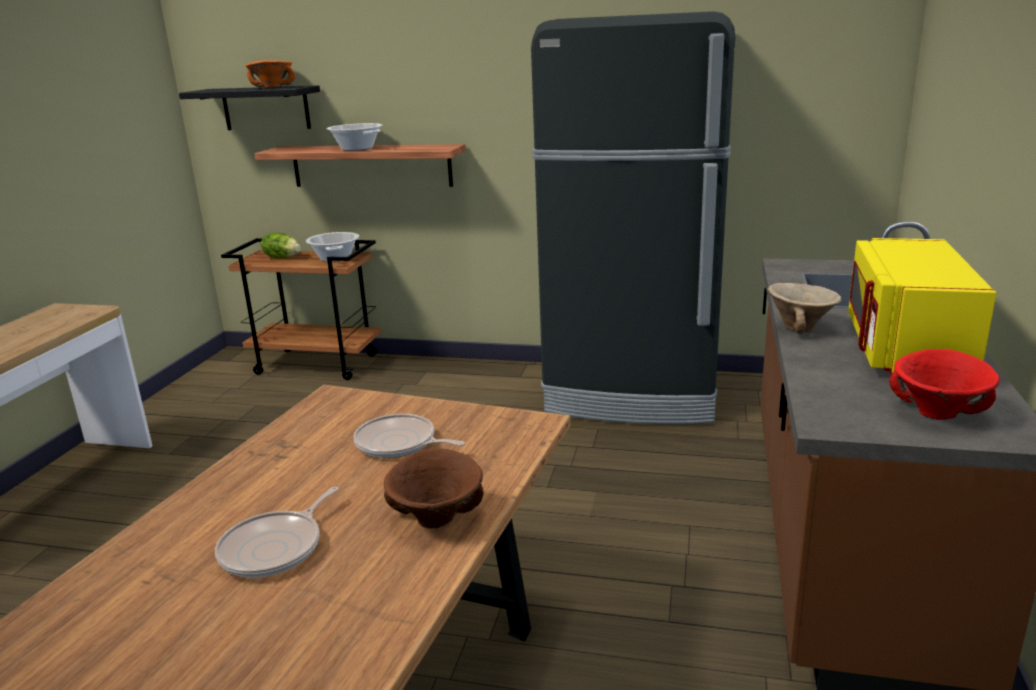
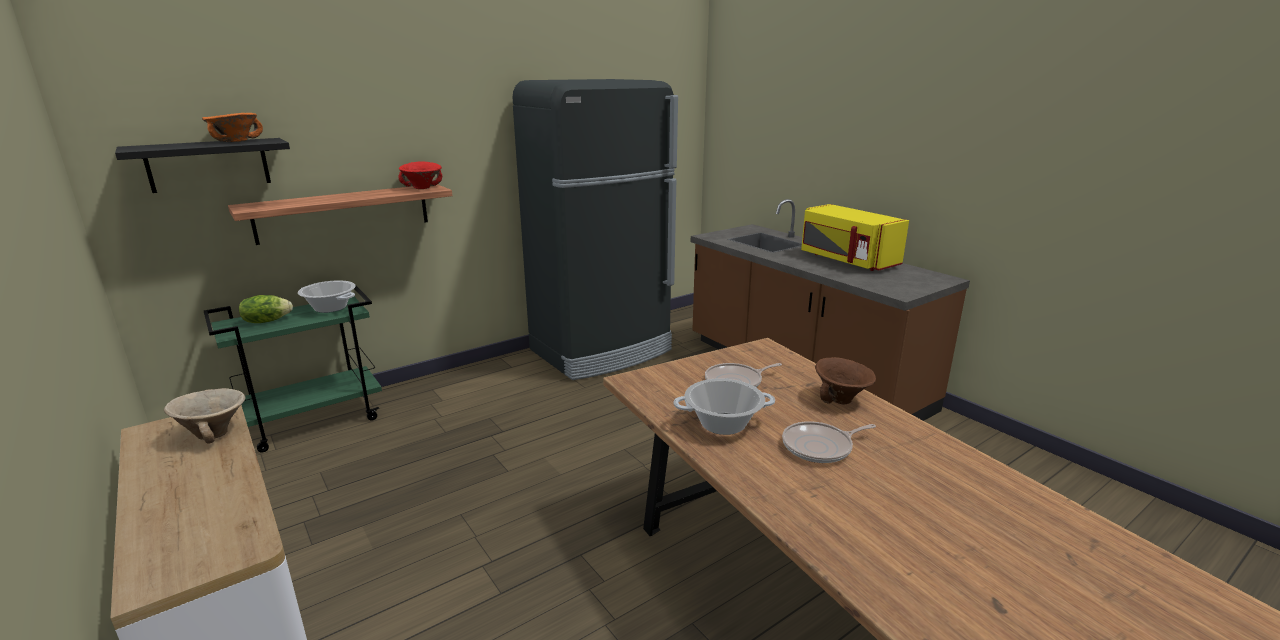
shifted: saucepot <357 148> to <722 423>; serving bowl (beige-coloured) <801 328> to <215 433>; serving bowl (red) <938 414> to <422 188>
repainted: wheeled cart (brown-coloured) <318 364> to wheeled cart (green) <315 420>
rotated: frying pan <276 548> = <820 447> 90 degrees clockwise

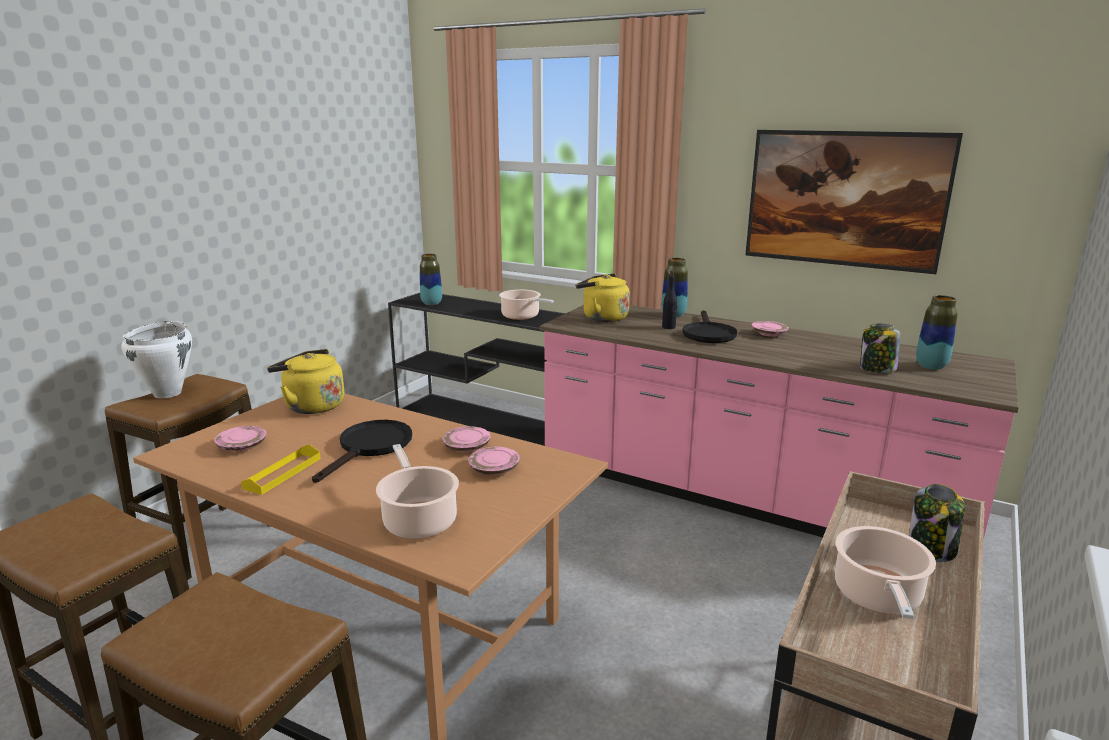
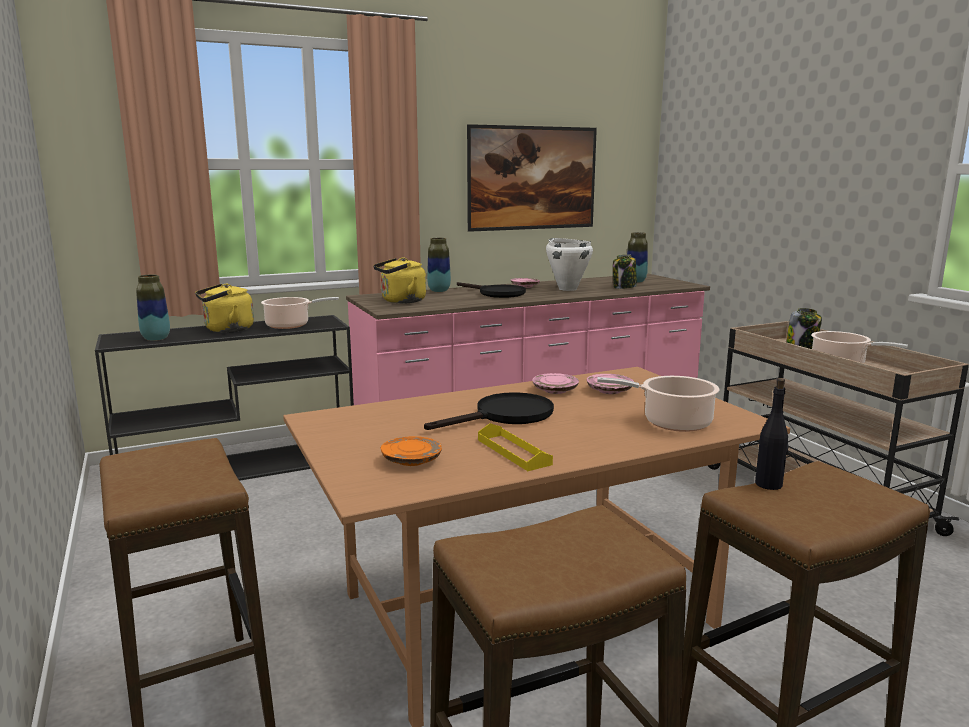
shifted: saucepot (white) <168 393> to <567 289>; water kettle (yellow) <311 406> to <226 330>; drink bottle (black) <669 327> to <769 484>
repainted: plate (pink-coloured) <242 446> to plate (orangey) <411 460>
rotated: frying pan (black) <370 447> = <505 416> 90 degrees clockwise

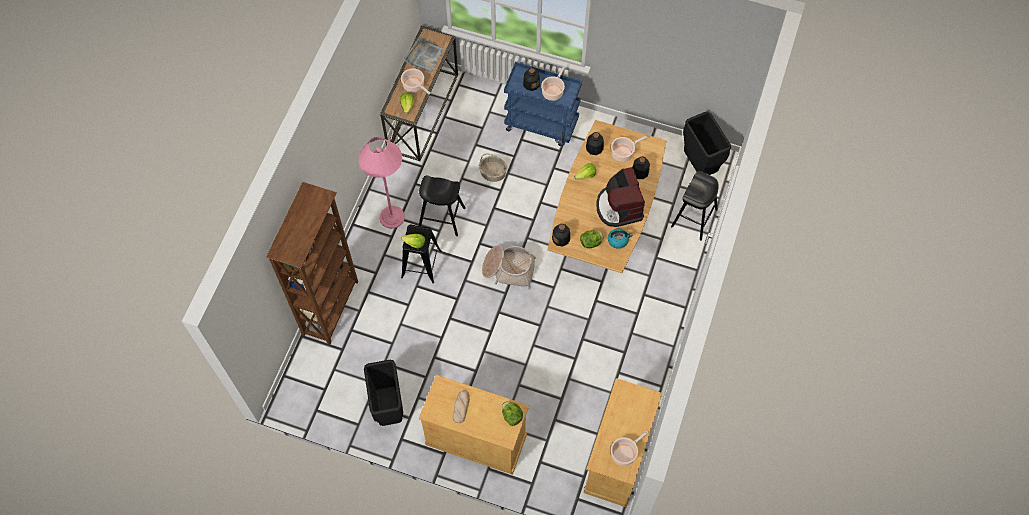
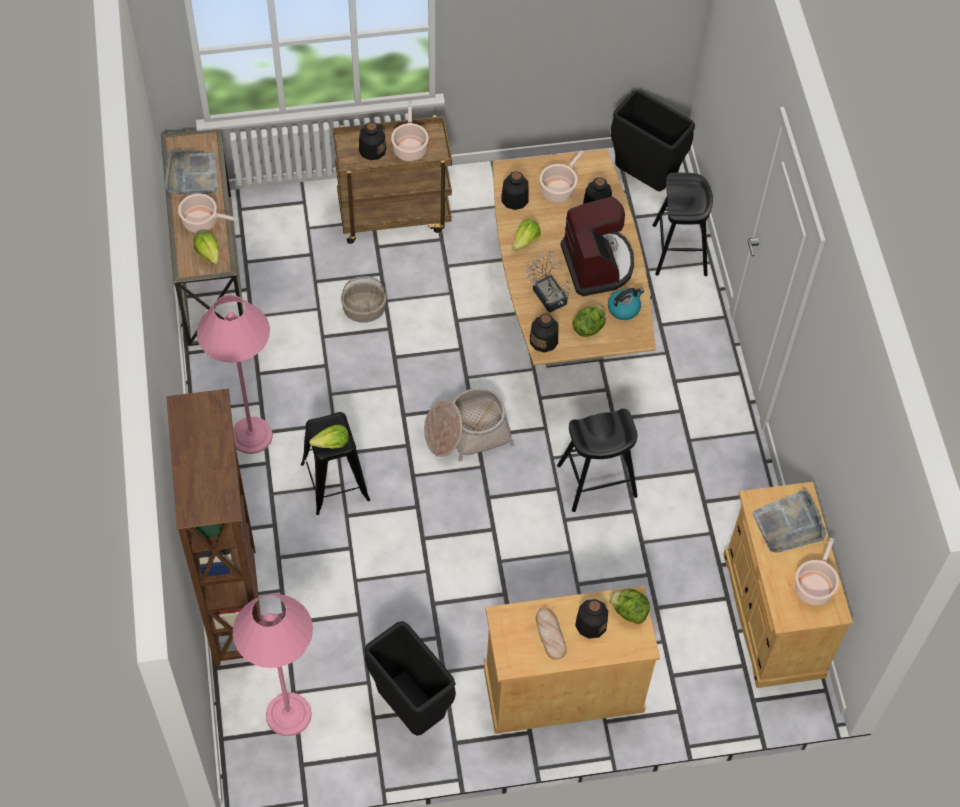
new: standard lamp (pink-coloured) <288 714>; plant in a pot <547 293>; drink bottle <590 623>; tray (grey) <789 524>
shifted: stool seat (black) <442 218> to <597 481>
repainted: wheeled cart (blue) <542 124> to wheeled cart (brown-coloured) <394 214>
rotated: coffee maker <618 207> = <597 264> 150 degrees counterclockwise

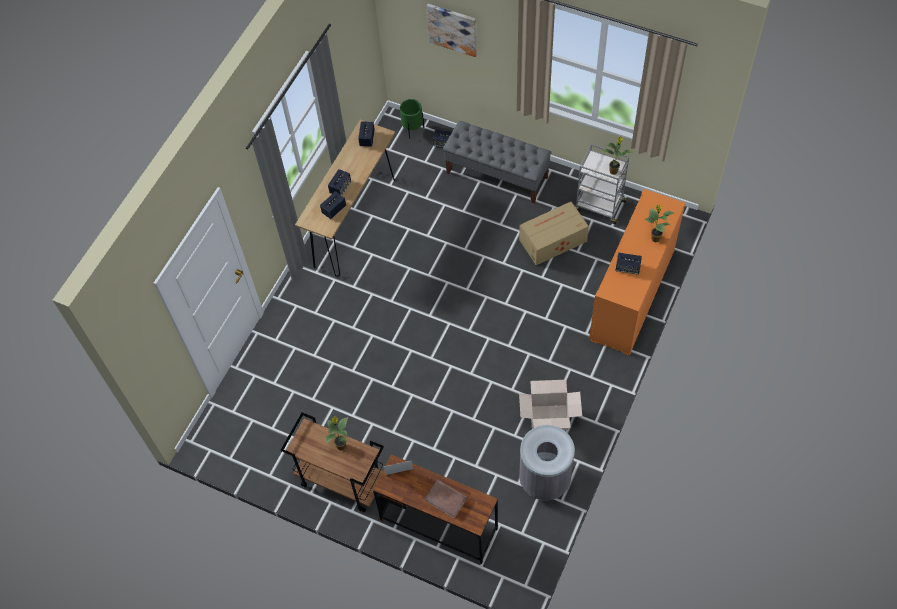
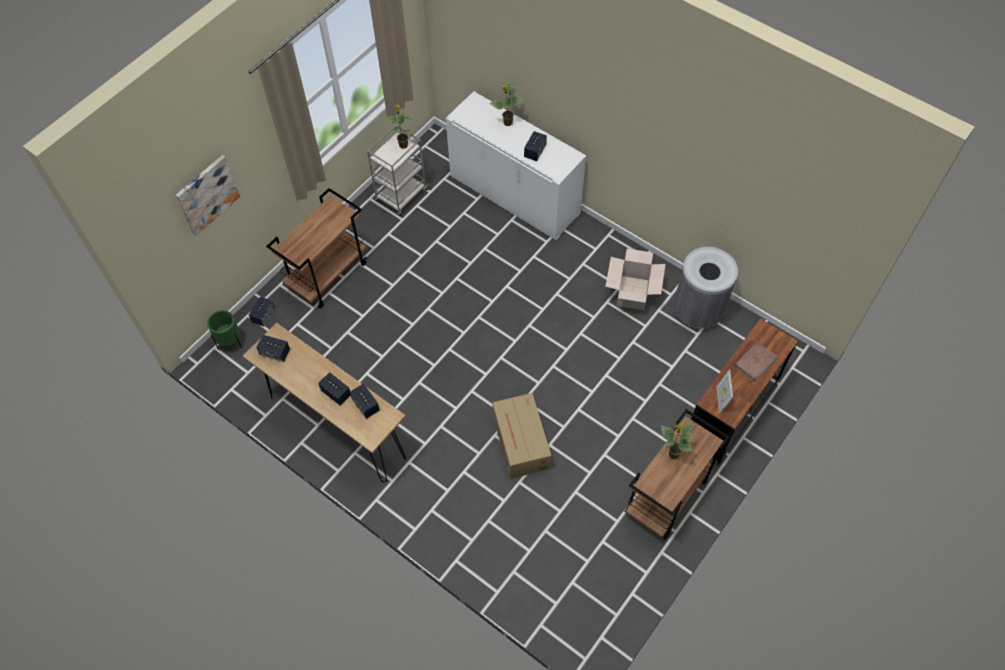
shifted: cardboard box <552 240> to <521 443>
swapped: indoor bench (grey) <497 175> to wheeled cart (brown-coloured) <328 274>
repainted: cabinet (orangey) <632 295> to cabinet (white) <514 195>

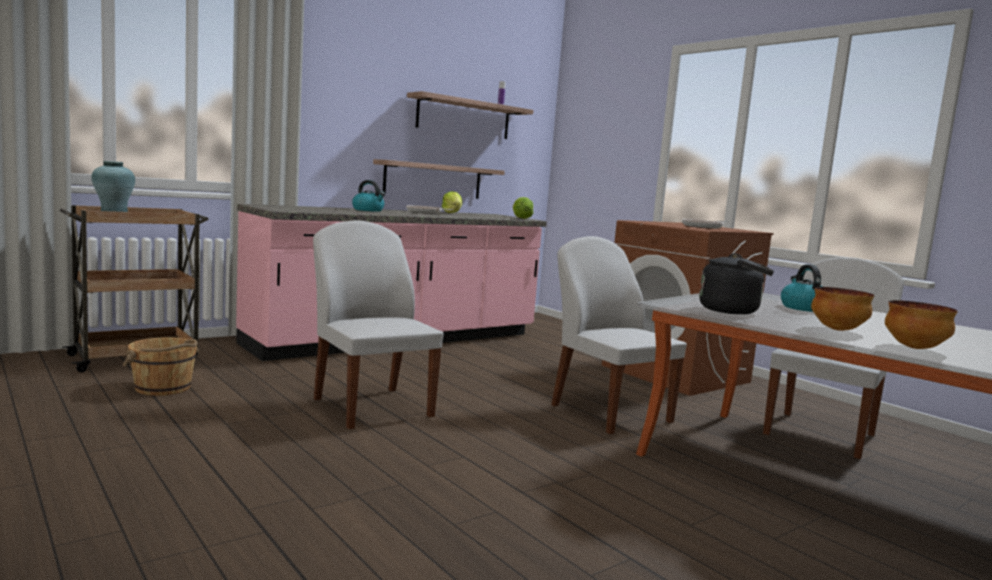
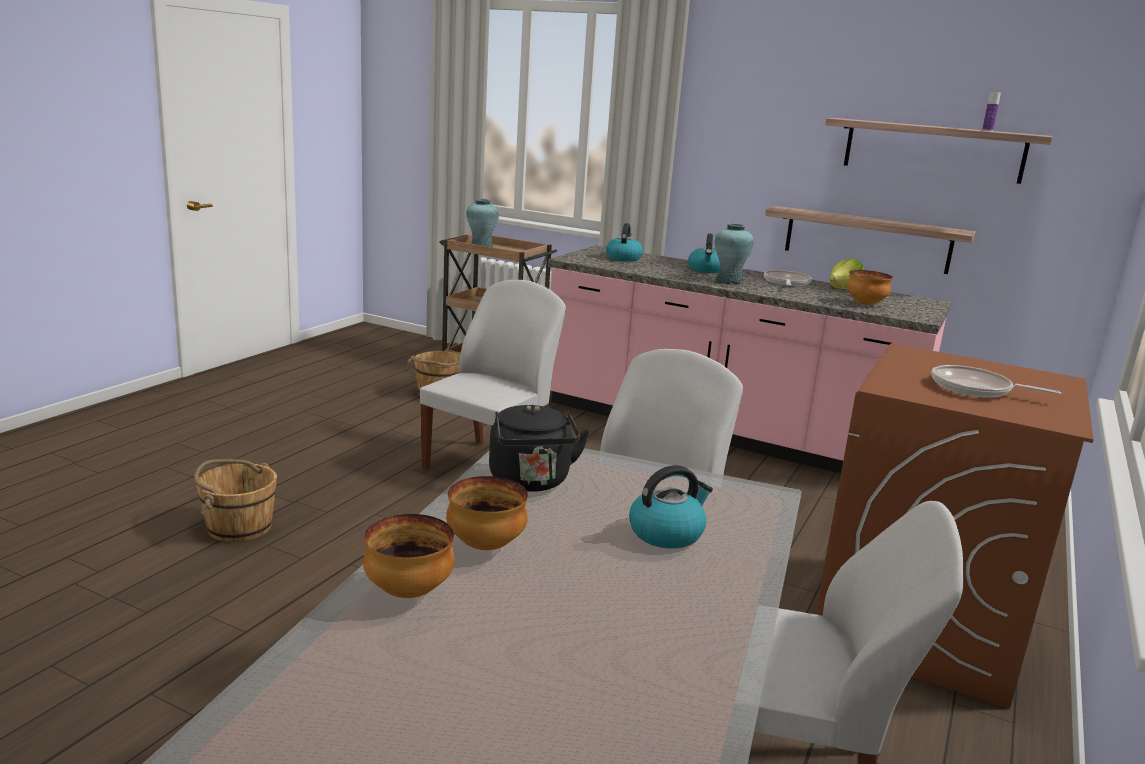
gone: head of lettuce <521 218>
new: bucket (brown-coloured) <238 527>; water kettle <623 258>; decorative vase (turquoise-coloured) <729 281>; serving bowl <864 304>

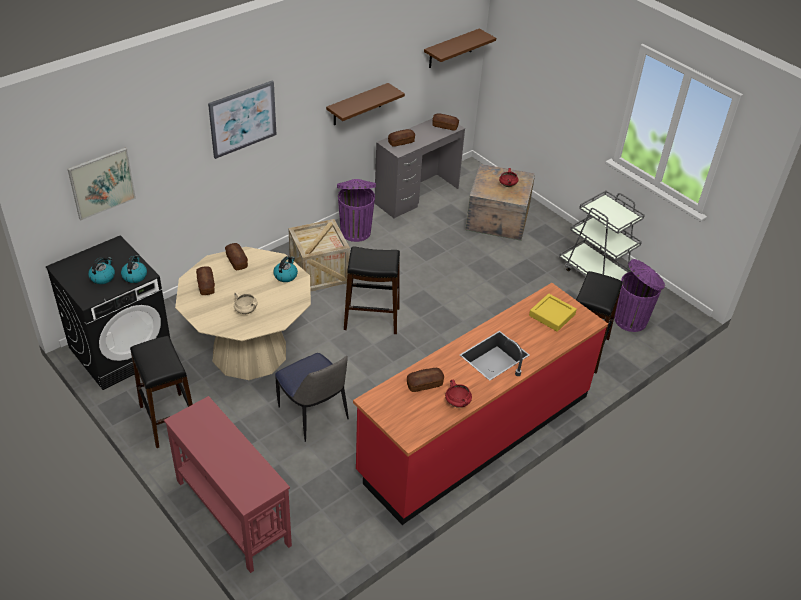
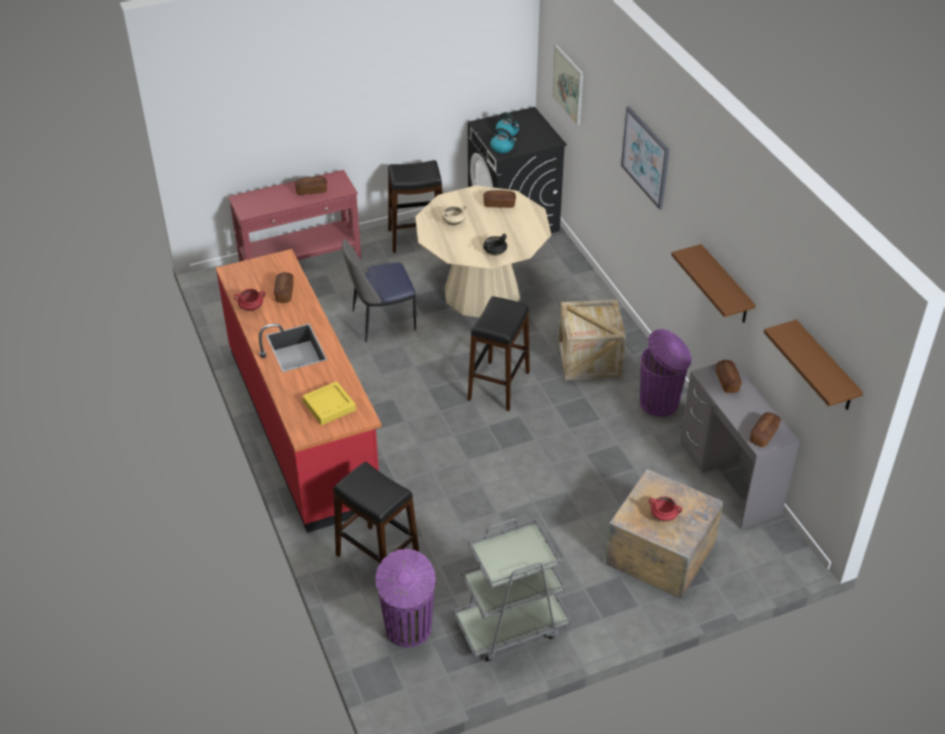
shifted: bread <236 261> to <311 191>
swapped: water kettle <285 275> to saucepot (black) <495 253>

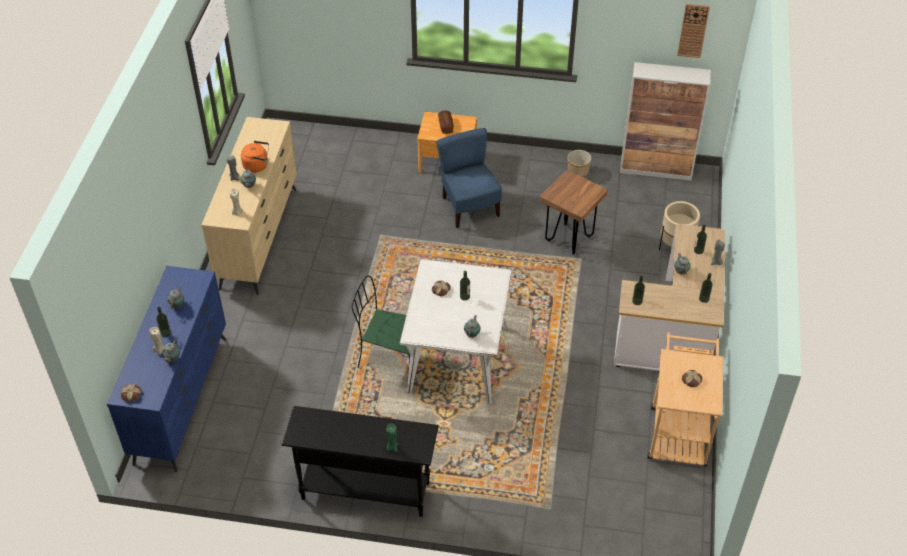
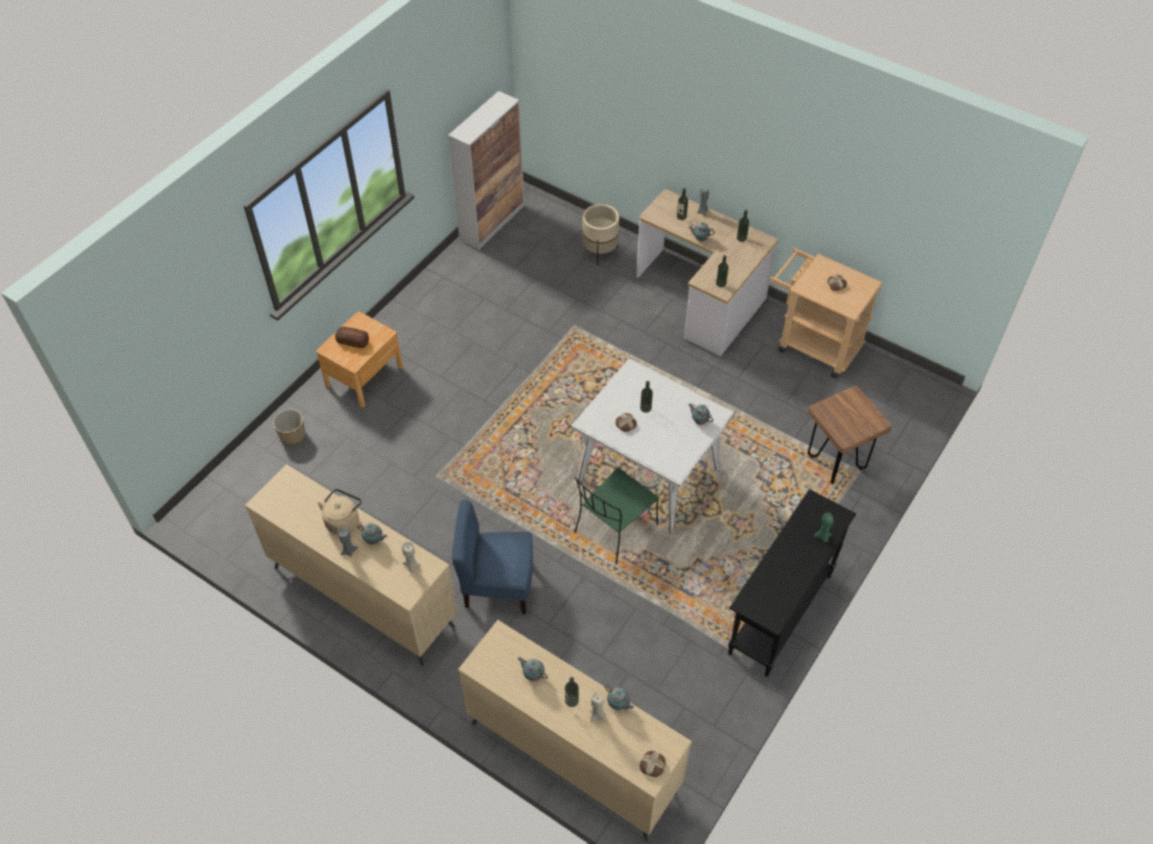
gone: wall clock <693 30>
shifted: plain chair (blue) <469 207> to <497 585>; stool seat (brown-coloured) <569 239> to <836 462>; plant pot <577 171> to <292 435>
repainted: dresser (blue) <182 399> to dresser (beige-coloured) <572 756>; water kettle (orangey) <257 165> to water kettle (beige-coloured) <343 520>

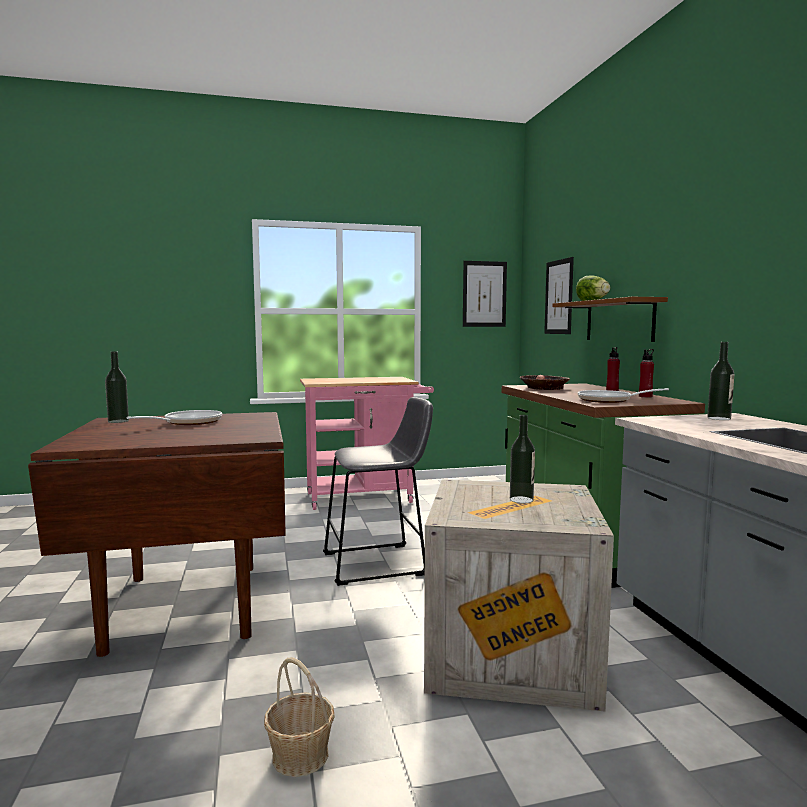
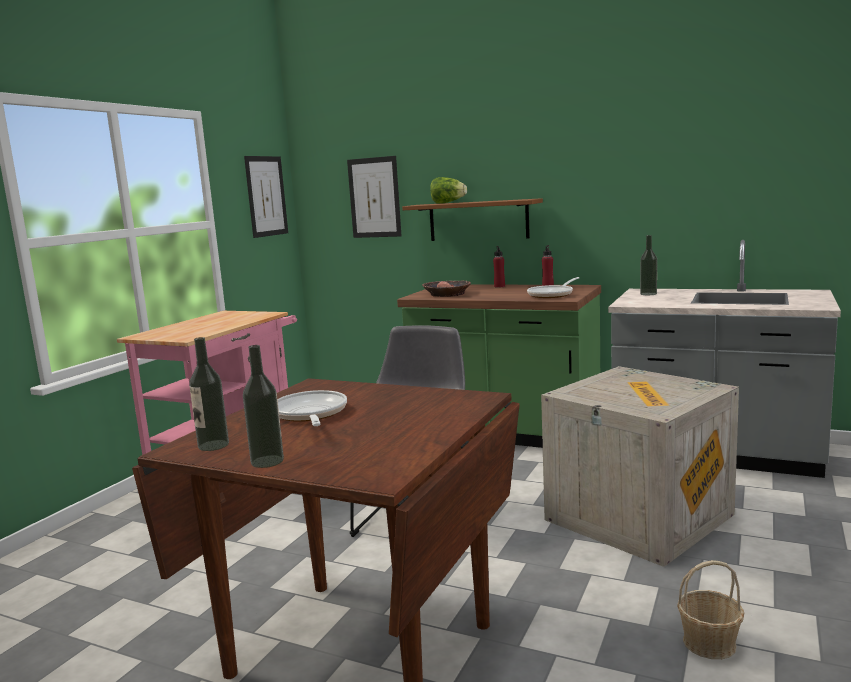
shifted: drink bottle <521 500> to <267 461>

